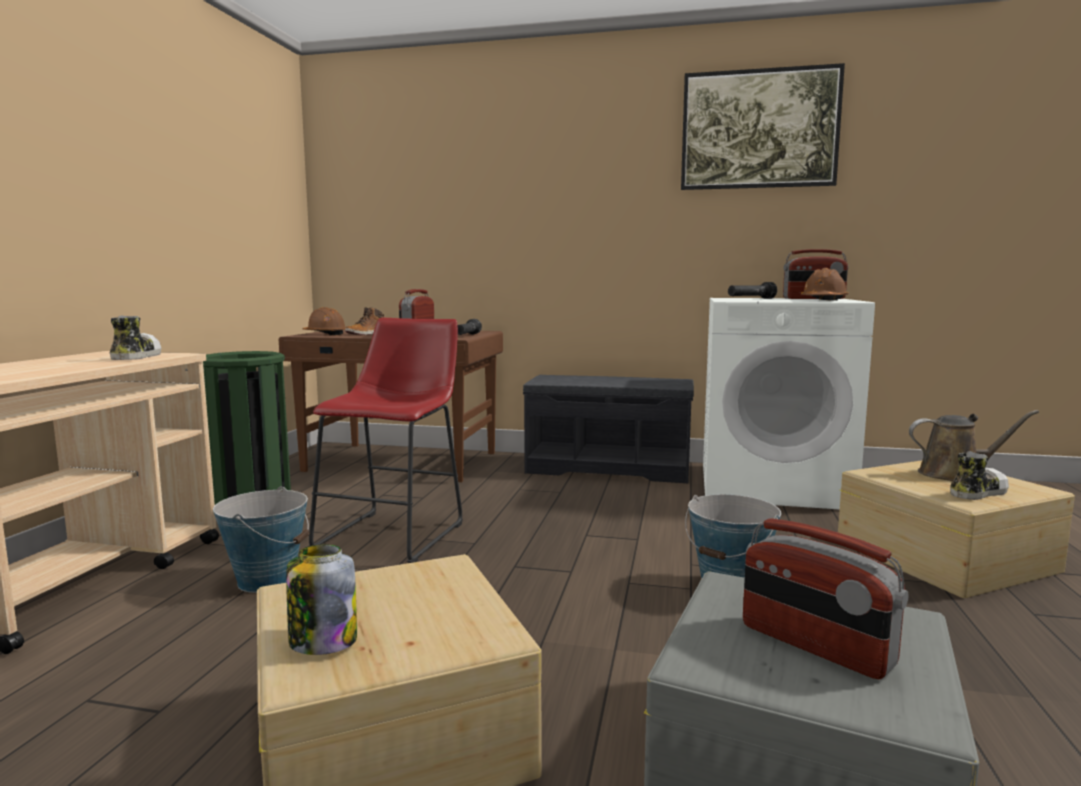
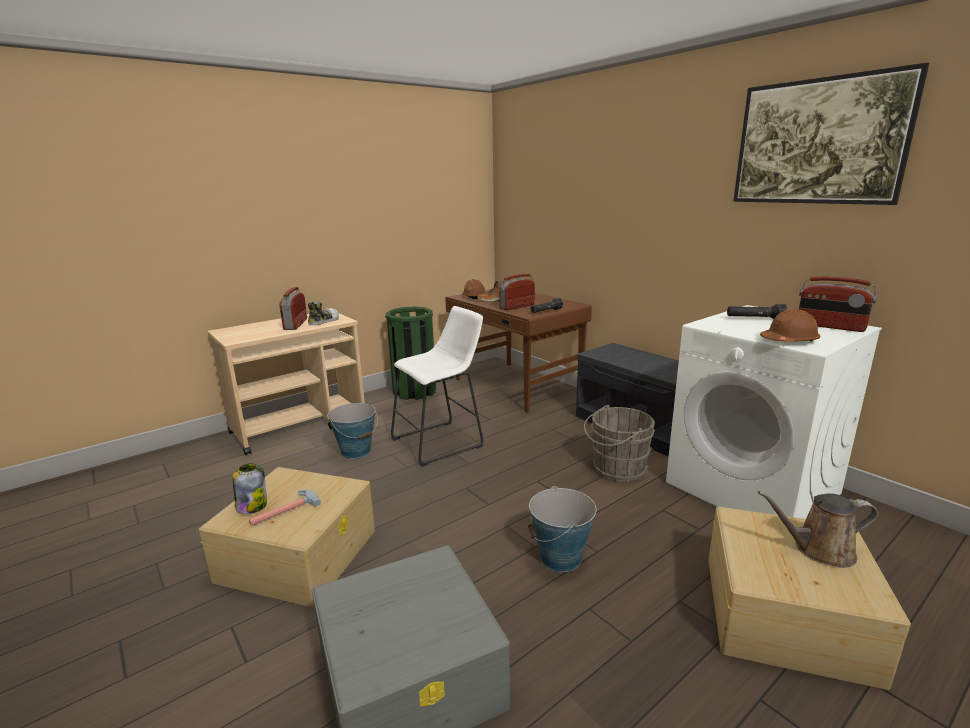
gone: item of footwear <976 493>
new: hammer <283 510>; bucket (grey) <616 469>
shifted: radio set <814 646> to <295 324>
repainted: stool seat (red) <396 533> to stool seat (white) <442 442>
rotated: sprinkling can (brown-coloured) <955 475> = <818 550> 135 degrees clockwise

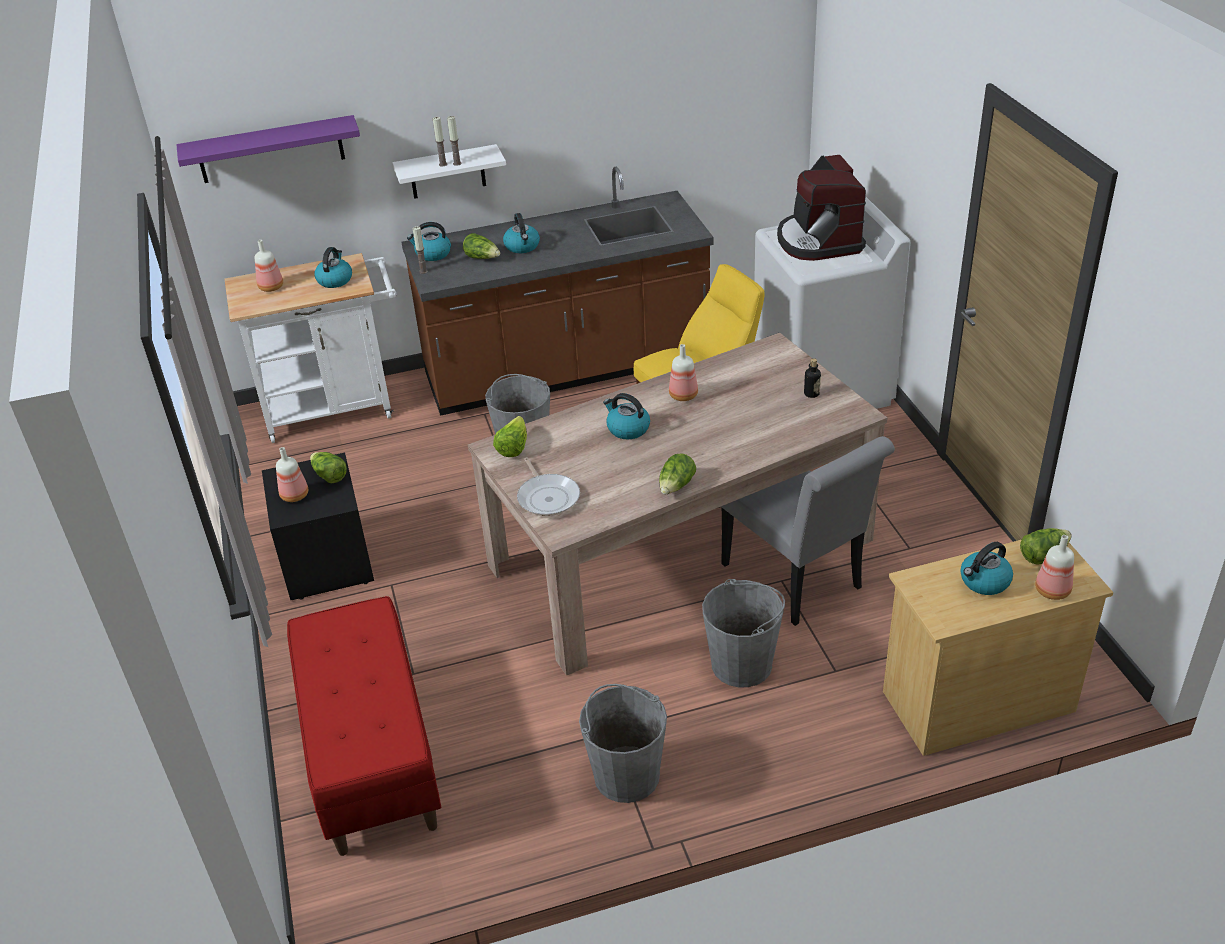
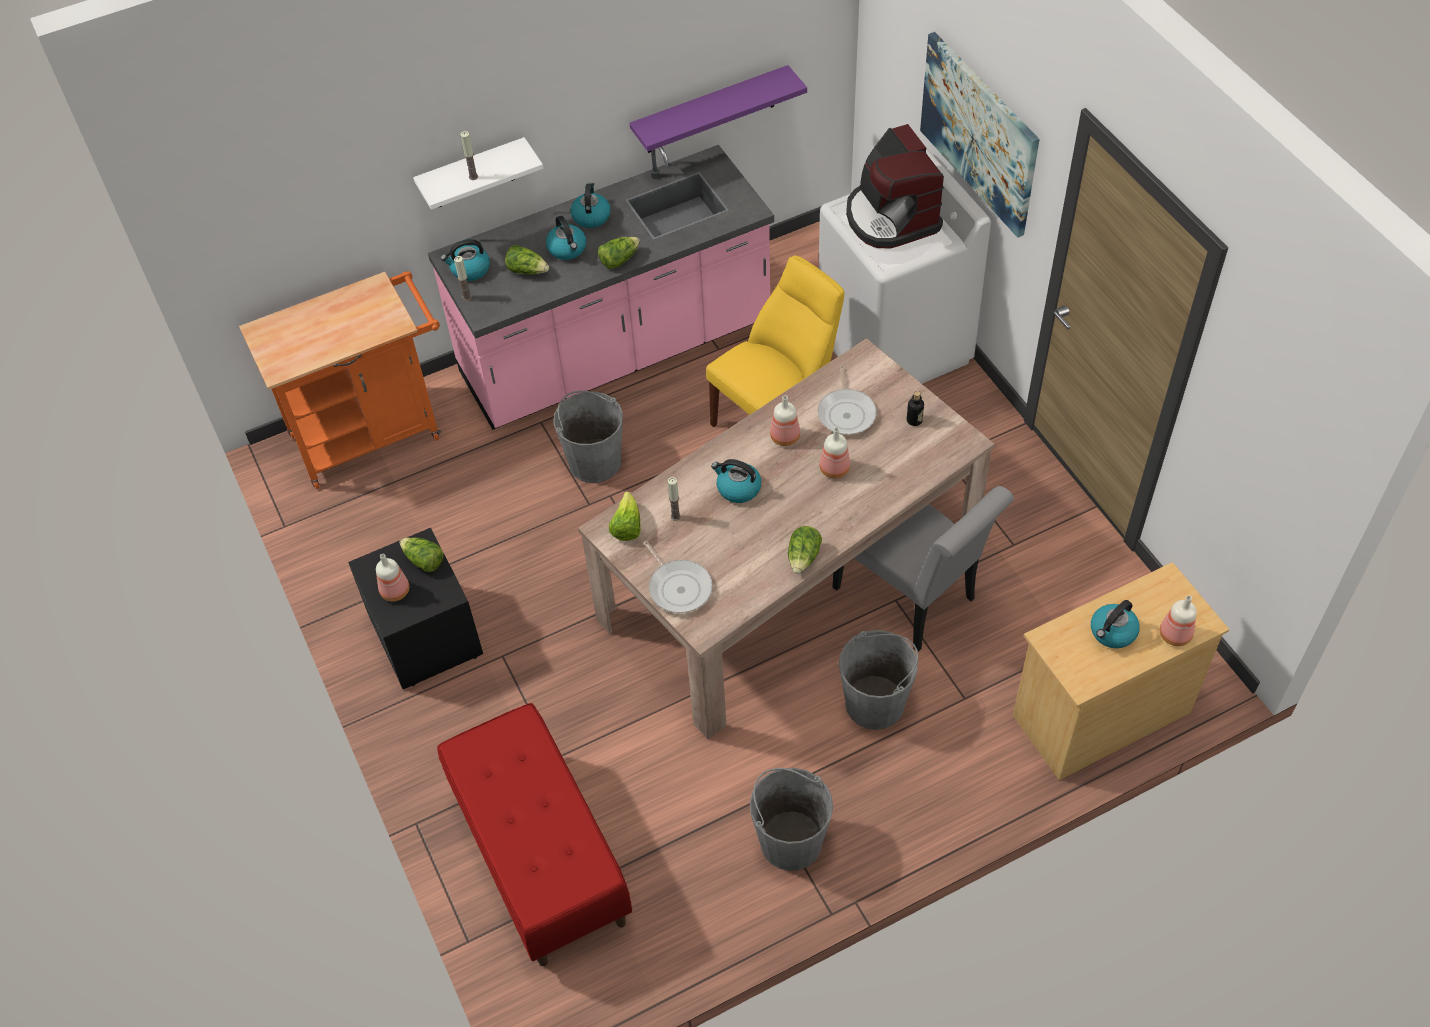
new: frying pan <846 413>; wall picture <979 133>
shifted: shelf (purplish) <270 150> to <710 111>; drink bottle <270 287> to <833 469>; water kettle <335 280> to <591 216>; wax light <457 163> to <675 516>; head of lettuce <1043 555> to <619 259>
repainted: wheeled cart (white) <337 408> to wheeled cart (orangey) <374 432>; kitchen counter (brown-coloured) <567 370> to kitchen counter (pink-coloured) <616 351>

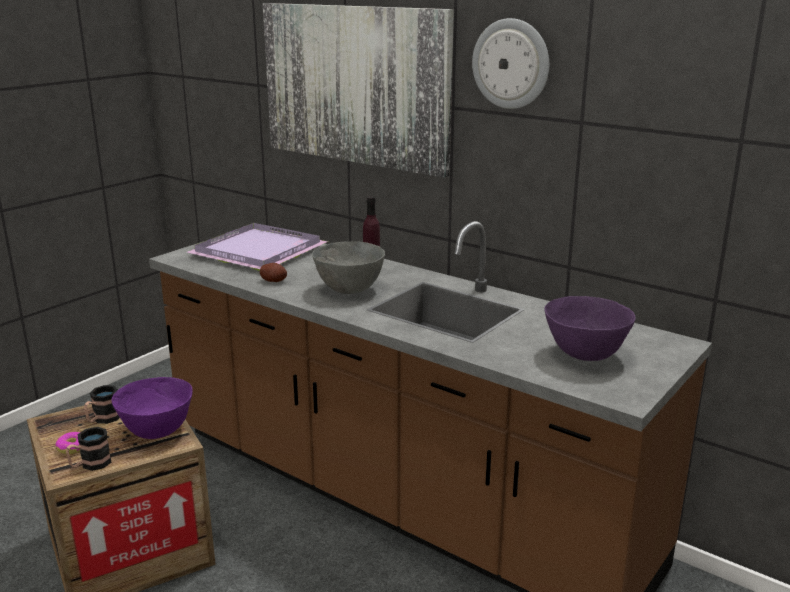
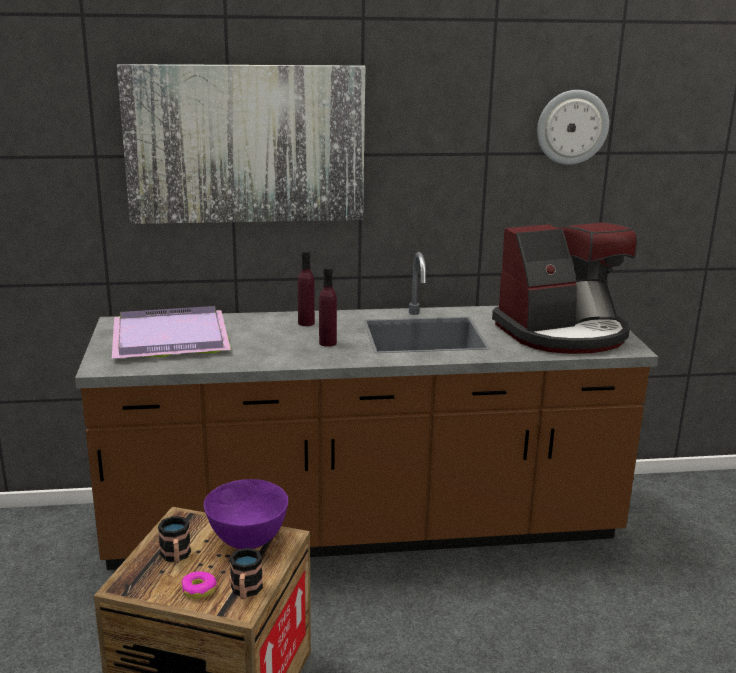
gone: potato <274 281>
shifted: wall clock <511 64> to <572 127>
swapped: serving bowl (grey) <350 290> to drink bottle (purplish) <327 343>; serving bowl (purplish) <585 355> to coffee maker <563 333>

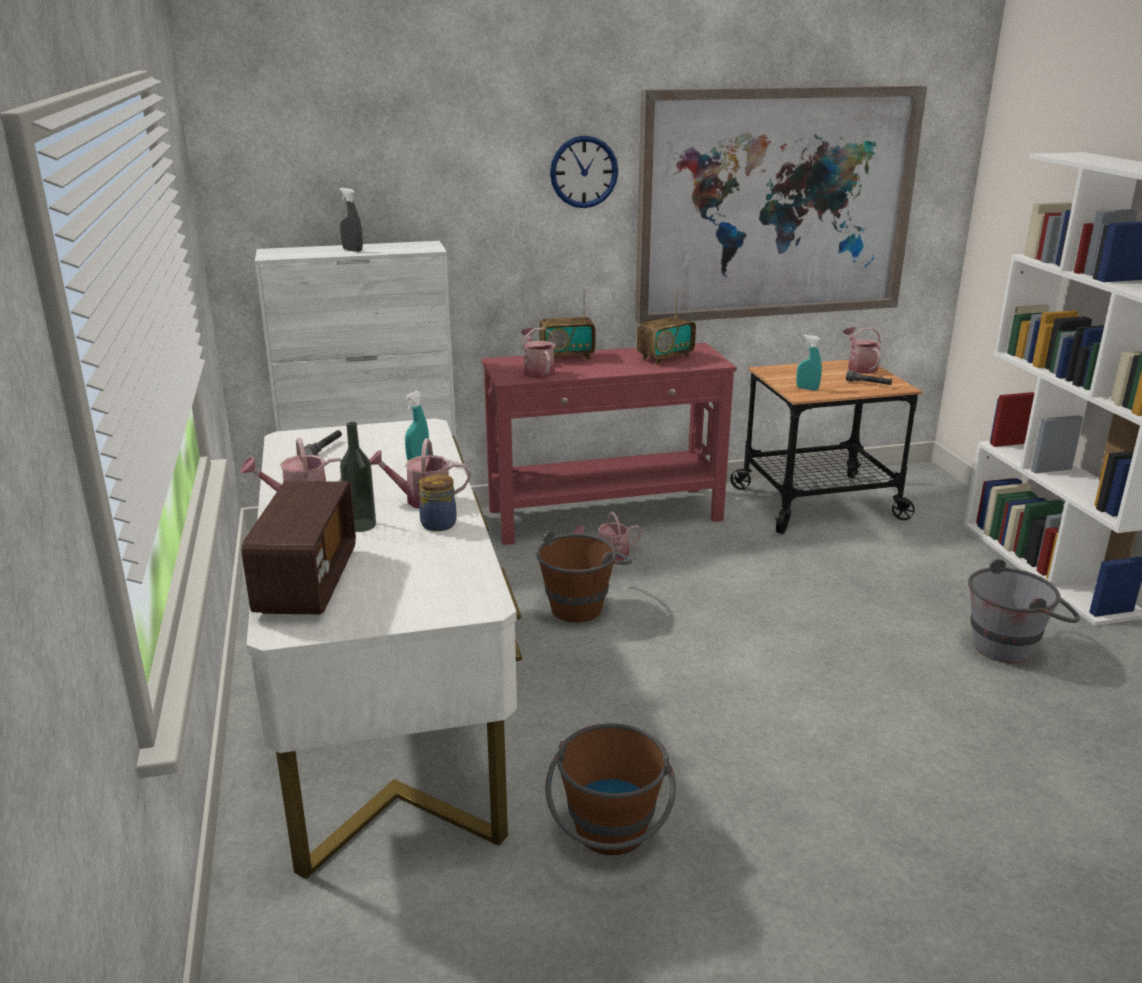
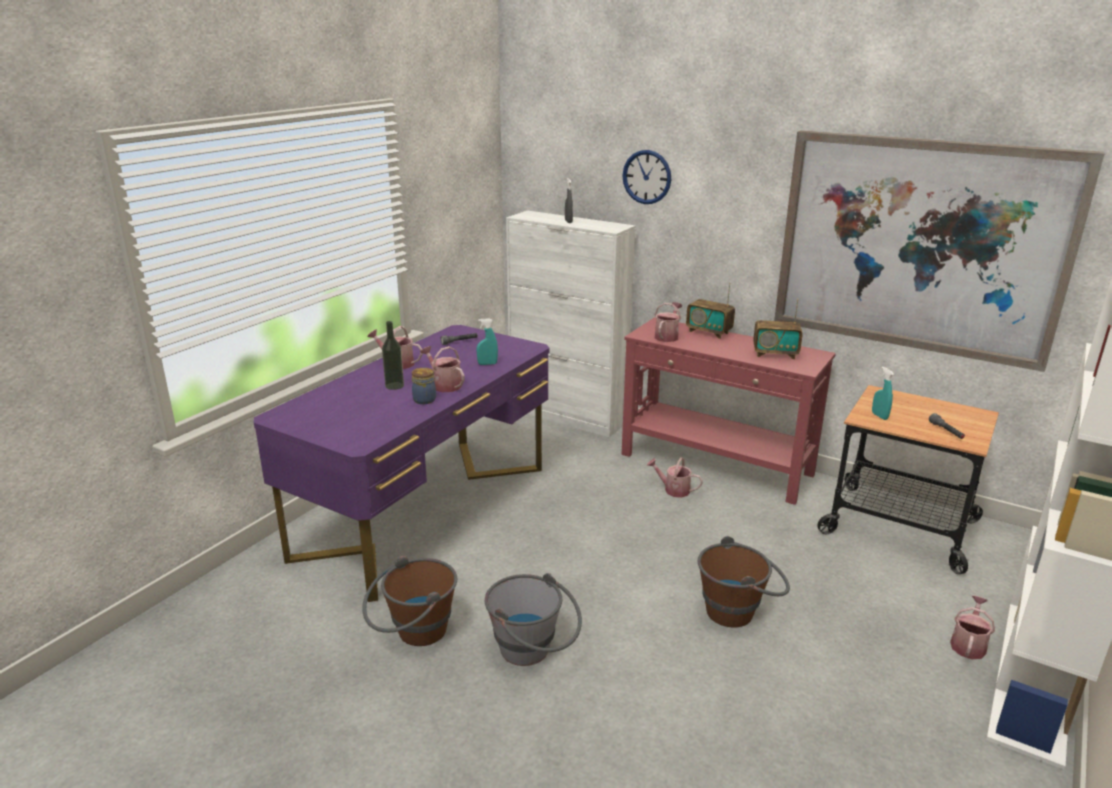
gone: radio set <307 582>
shifted: bucket (brown-coloured) <582 604> to <739 611>; wall clock <583 172> to <647 177>; sprinkling can <860 367> to <968 644>; bucket (grey) <1013 646> to <533 653>
repainted: desk unit (white) <386 710> to desk unit (purplish) <425 511>

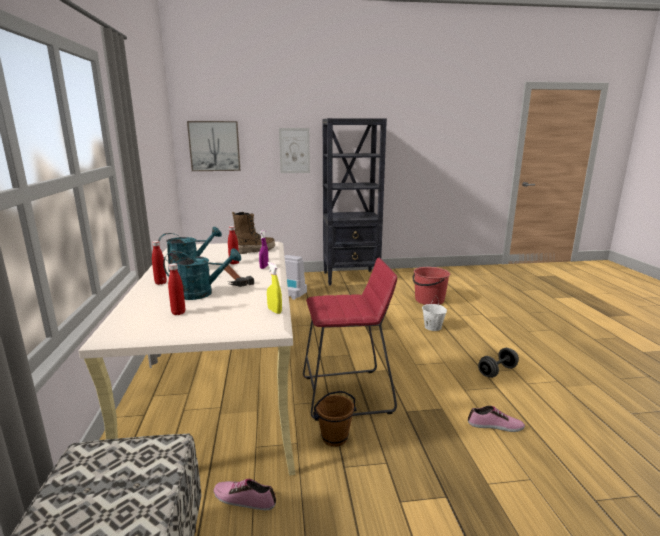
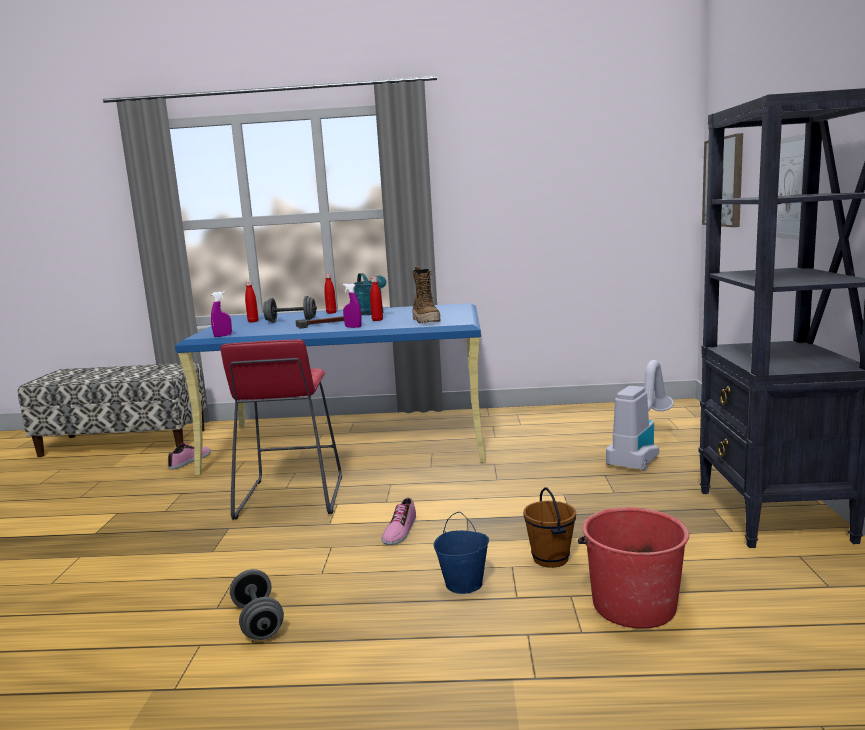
shifted: bucket (brown-coloured) <334 437> to <551 559>; item of footwear <495 426> to <399 530>
swapped: sprinkling can (turquoise-coloured) <202 293> to dumbbell (grey) <291 321>
repainted: desk unit (beige-coloured) <222 386> to desk unit (blue) <351 443>; sprayer (yellow) <274 311> to sprayer (purplish) <223 336>; bucket (white) <432 327> to bucket (blue) <464 584>

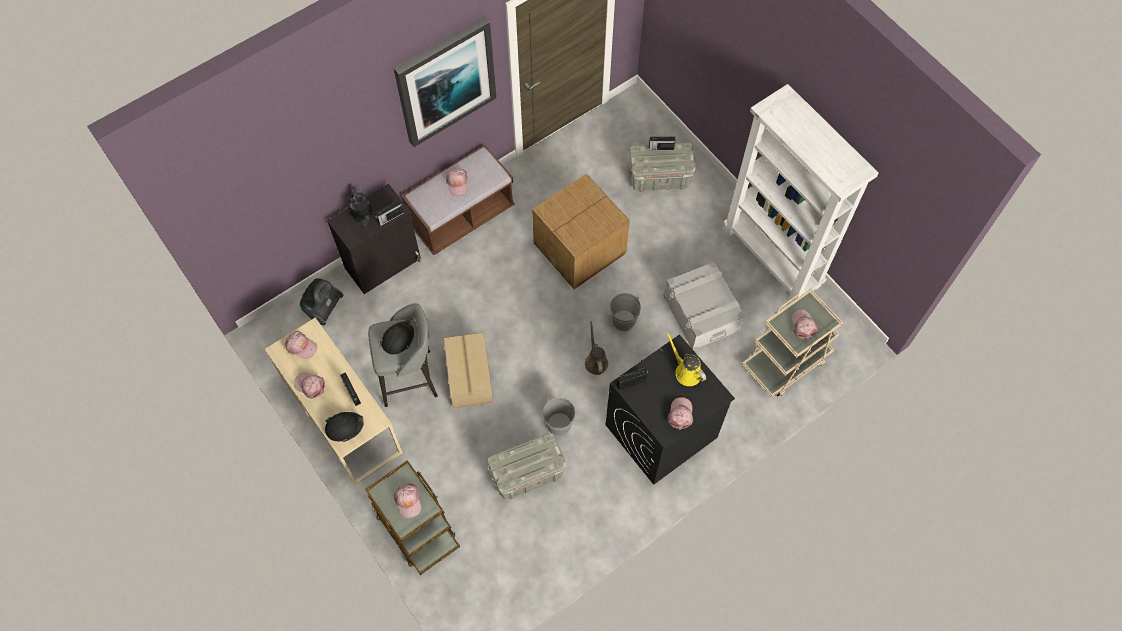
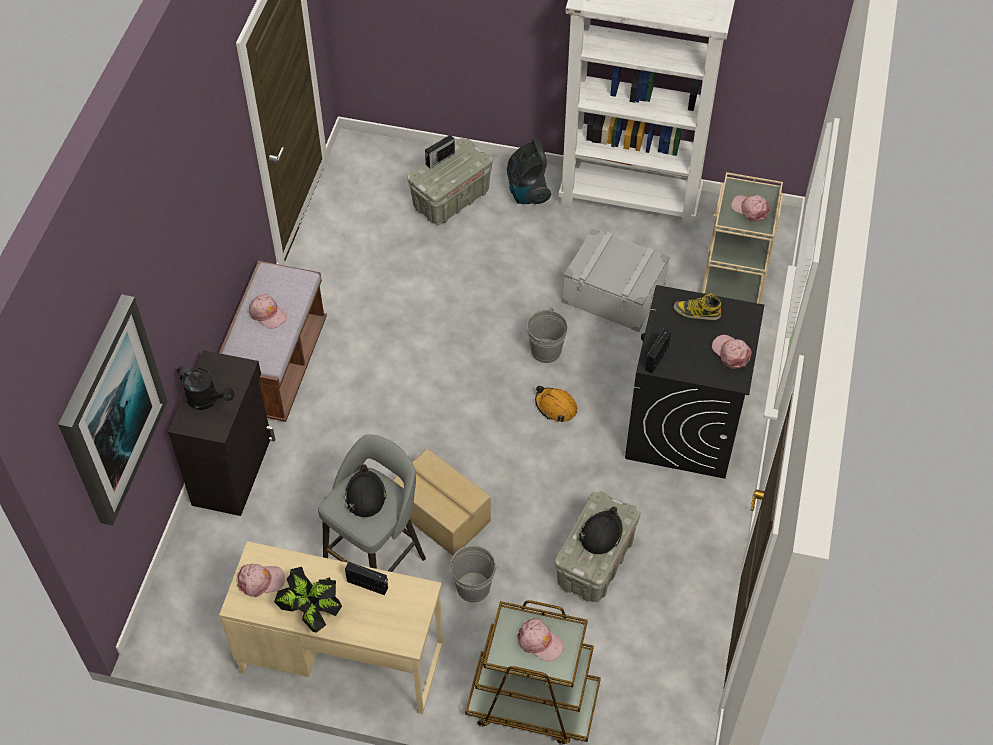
gone: radio set <390 217>; cardboard box <581 248>
shifted: hoover <323 309> to <527 193>; work helmet (black) <344 427> to <601 534>; wall picture <445 81> to <110 410>; bucket (grey) <559 424> to <473 587>
swapped: cap (pink-coloured) <310 385> to plant in a pot <312 612>; sprinkling can (brown-coloured) <595 361> to work helmet (orangey) <556 407>; sprinkling can (yellow) <686 371> to high-top boot <696 312>

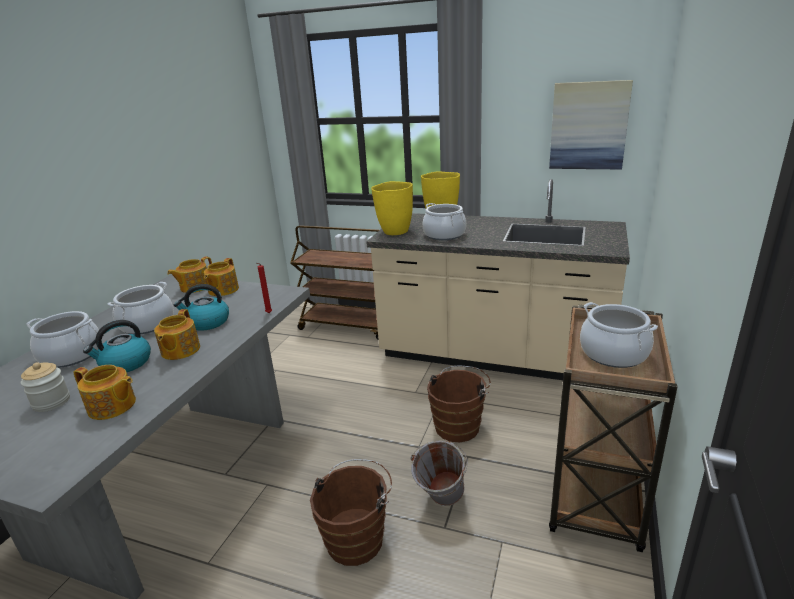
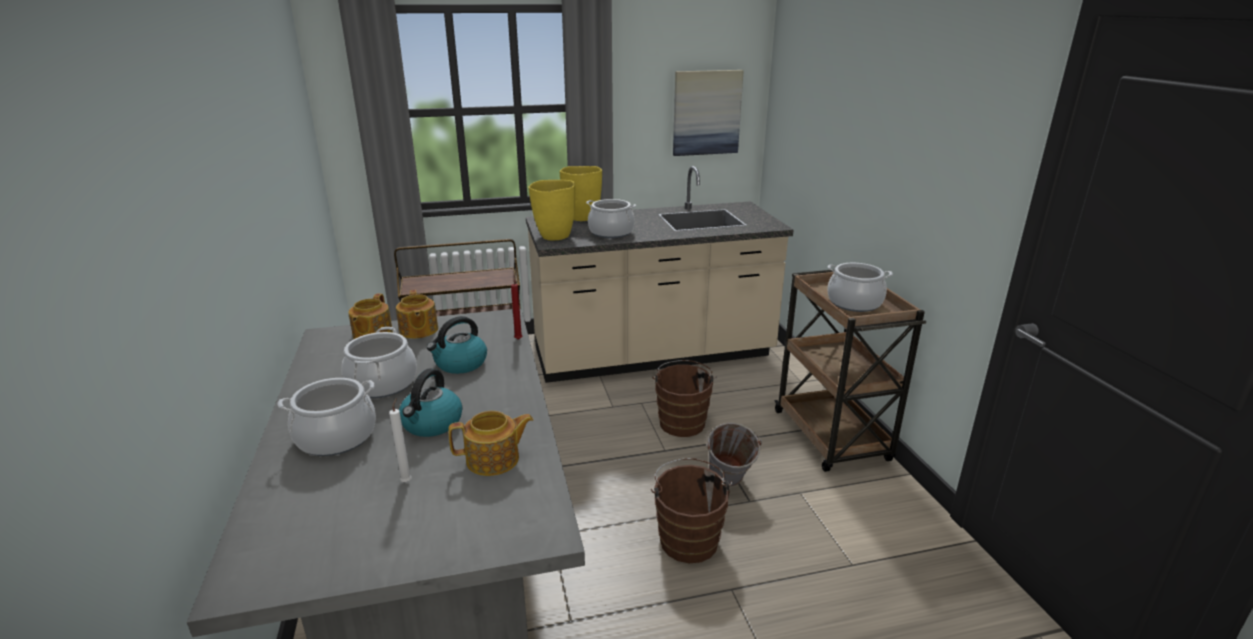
gone: tea pot <180 350>
swapped: storage jar <51 402> to wax light (white) <407 481>

